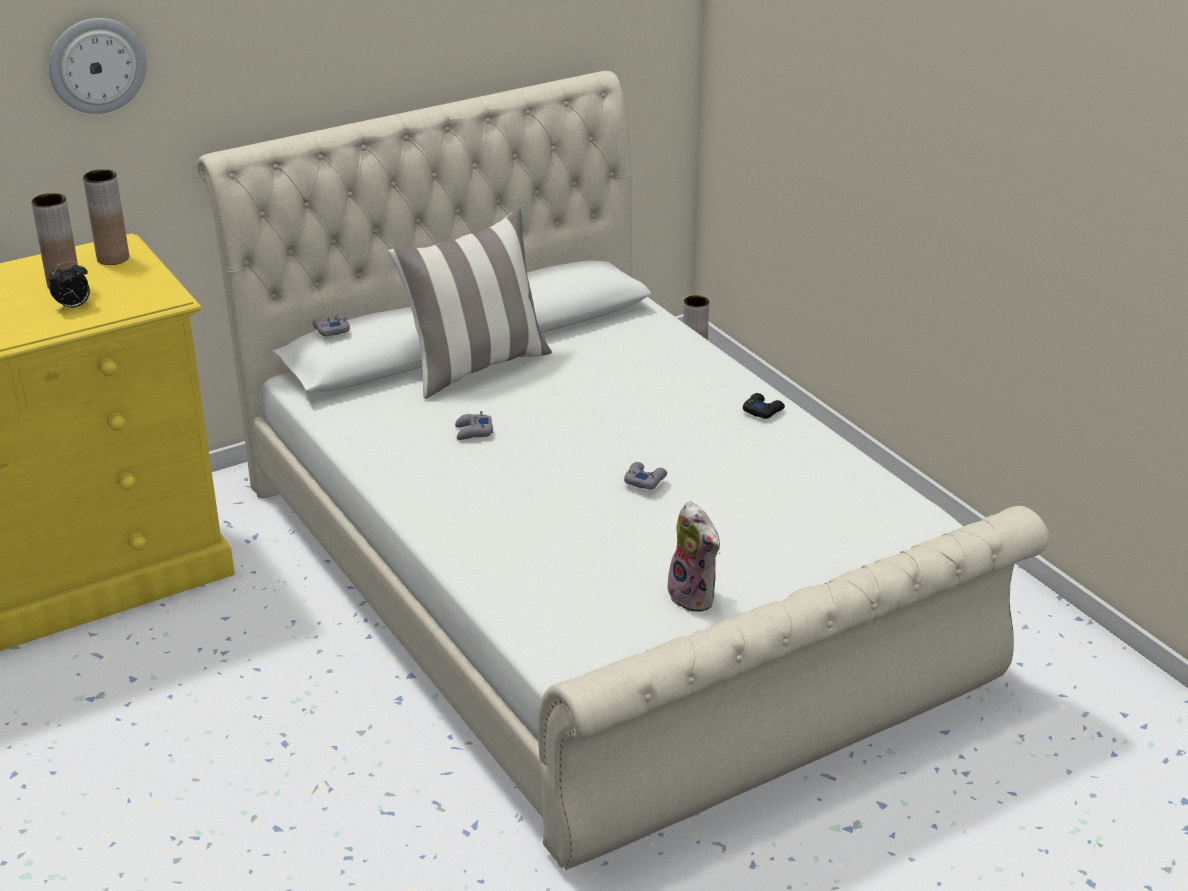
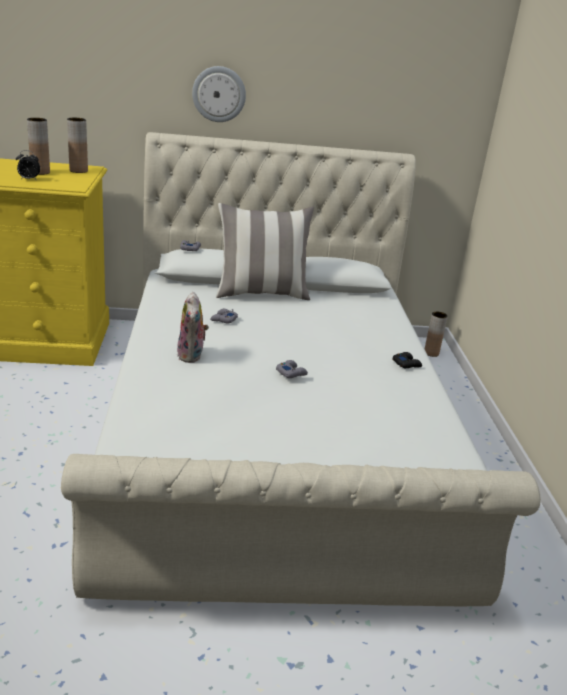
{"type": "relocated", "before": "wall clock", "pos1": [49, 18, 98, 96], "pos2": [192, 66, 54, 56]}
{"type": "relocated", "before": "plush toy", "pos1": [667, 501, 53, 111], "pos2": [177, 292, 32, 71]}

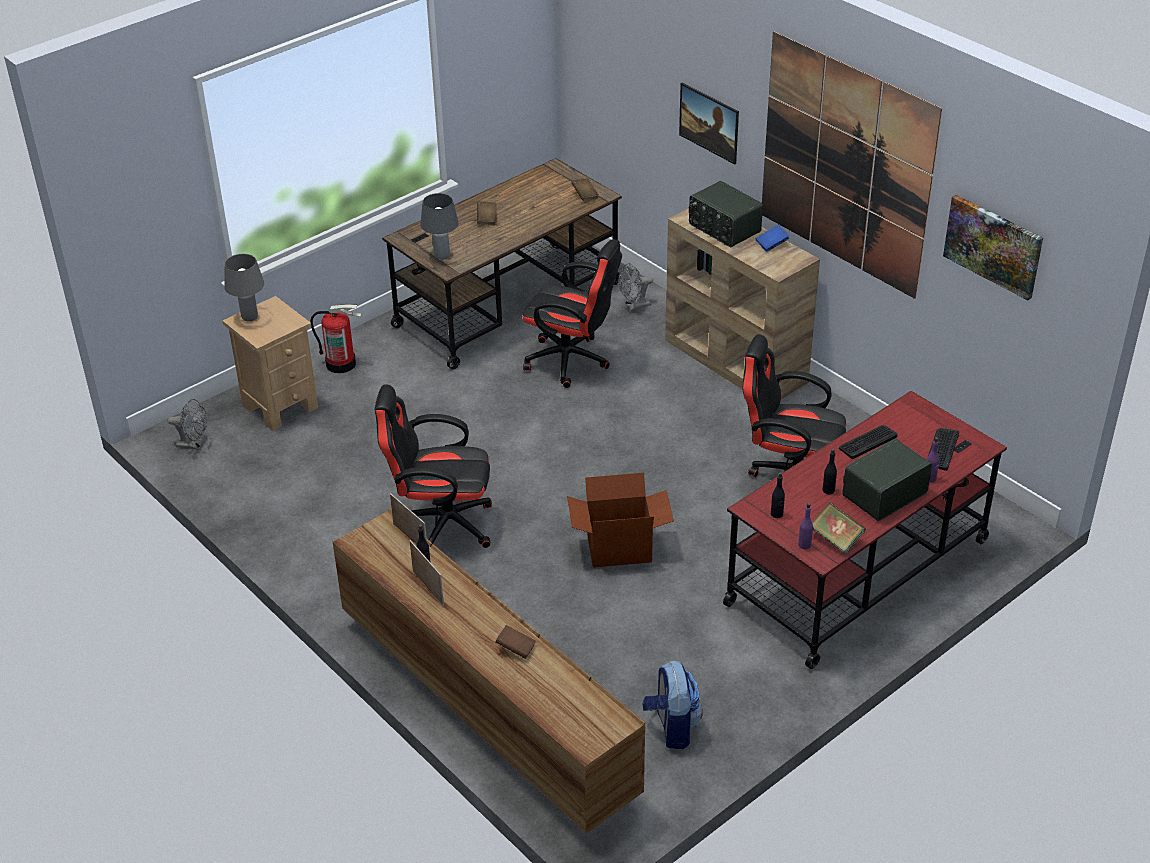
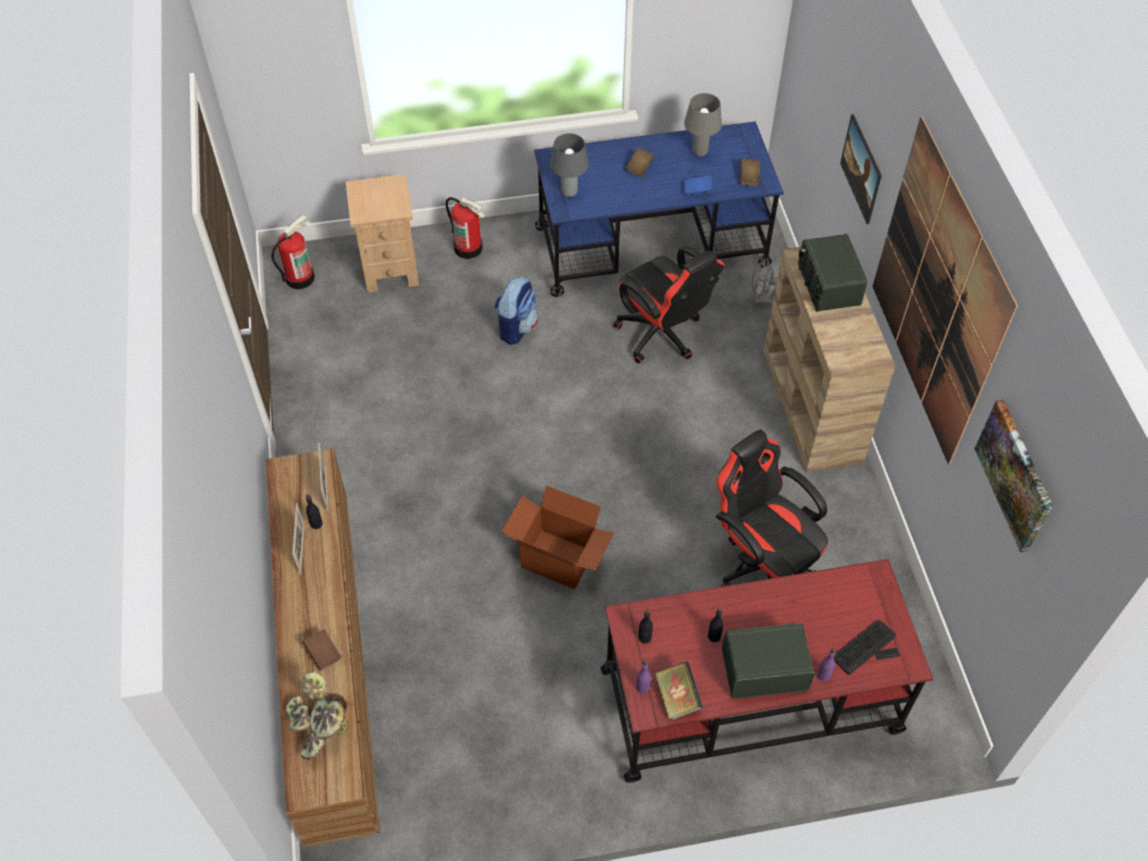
{"type": "exchanged", "before": "grey fan", "after": "fire extinguisher", "pos1": [168, 399, 39, 51], "pos2": [271, 215, 44, 74]}
{"type": "relocated", "before": "grey table lamp", "pos1": [224, 254, 40, 68], "pos2": [684, 93, 38, 64]}
{"type": "missing", "before": "black office chair", "pos1": [375, 384, 117, 164]}
{"type": "colour", "before": "brown desk", "after": "blue desk", "pos1": [382, 158, 240, 211], "pos2": [534, 121, 250, 176]}
{"type": "relocated", "before": "backpack", "pos1": [642, 661, 61, 88], "pos2": [494, 276, 44, 69]}
{"type": "relocated", "before": "blue book", "pos1": [755, 225, 34, 27], "pos2": [684, 175, 28, 22]}
{"type": "missing", "before": "keyboard", "pos1": [839, 425, 59, 34]}
{"type": "appeared", "after": "potted plant", "pos2": [286, 672, 63, 88]}

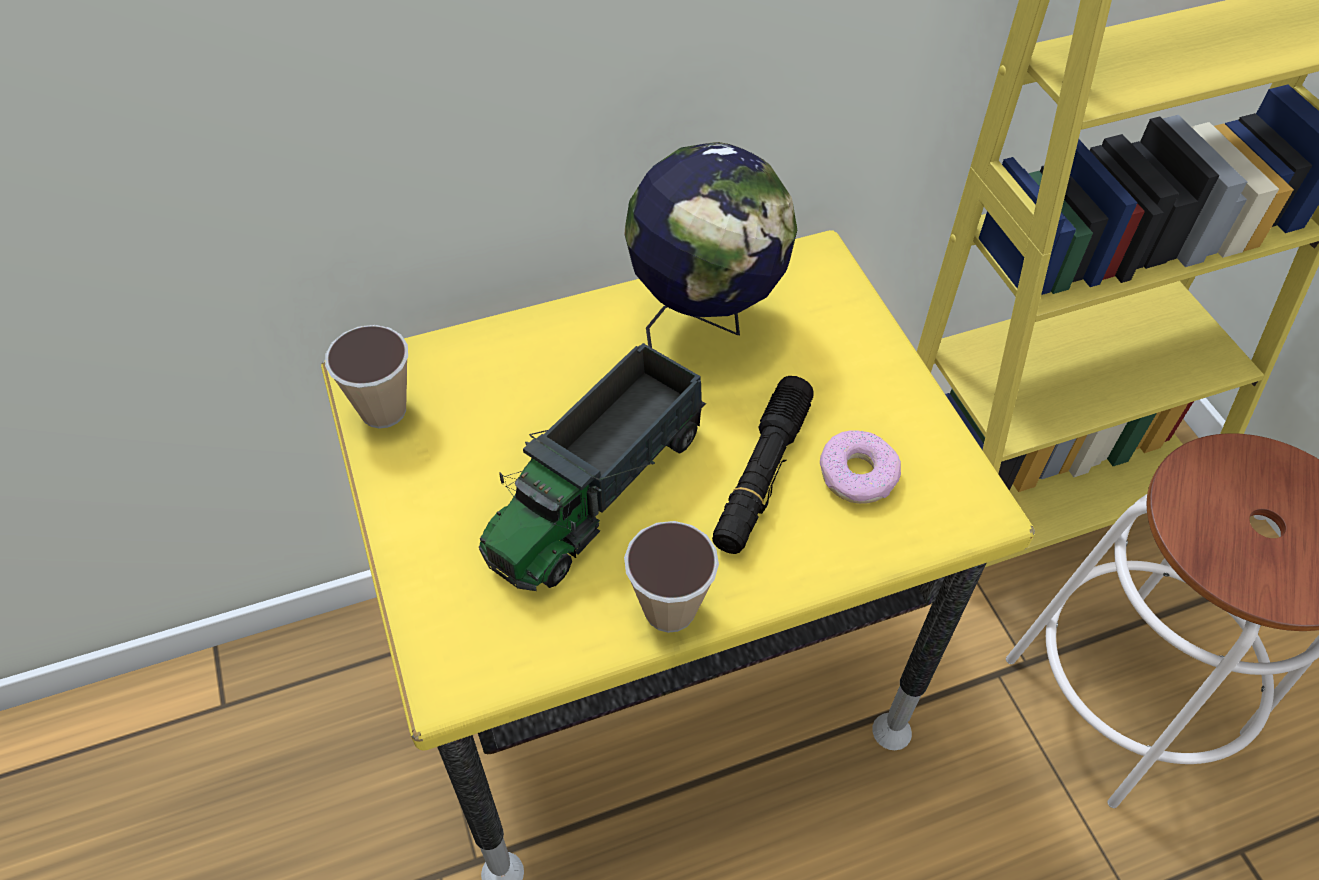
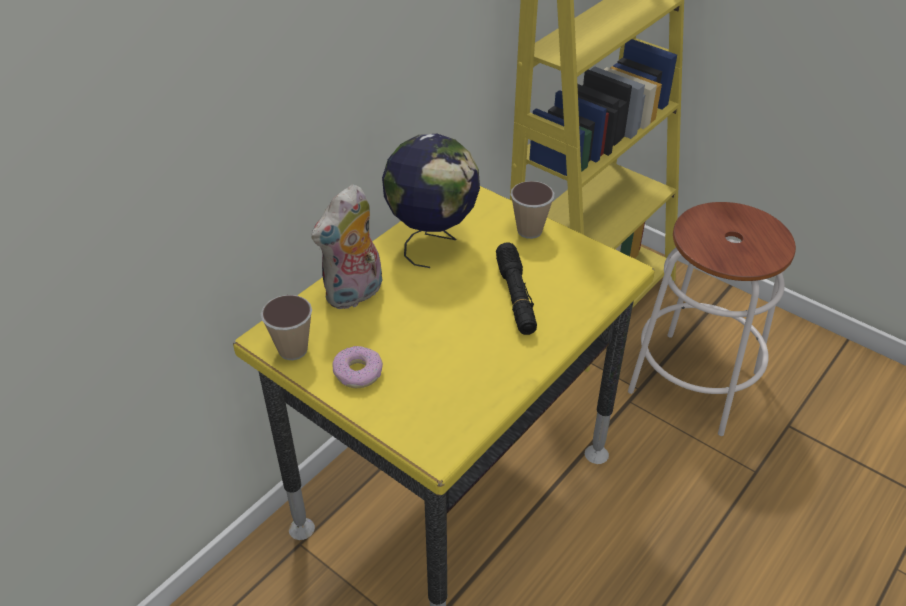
{"type": "missing", "before": "toy truck", "pos1": [479, 343, 227, 248]}
{"type": "relocated", "before": "cup", "pos1": [624, 521, 95, 112], "pos2": [511, 181, 43, 58]}
{"type": "relocated", "before": "donut", "pos1": [820, 430, 81, 74], "pos2": [333, 346, 50, 42]}
{"type": "appeared", "after": "plush toy", "pos2": [311, 184, 71, 126]}

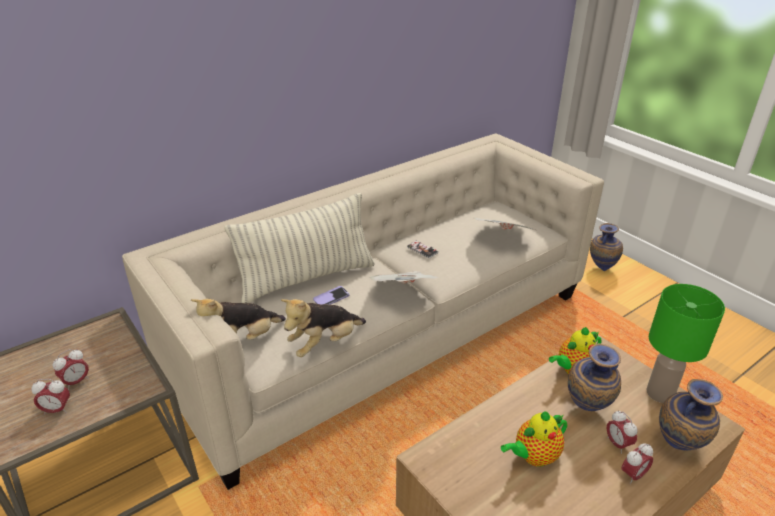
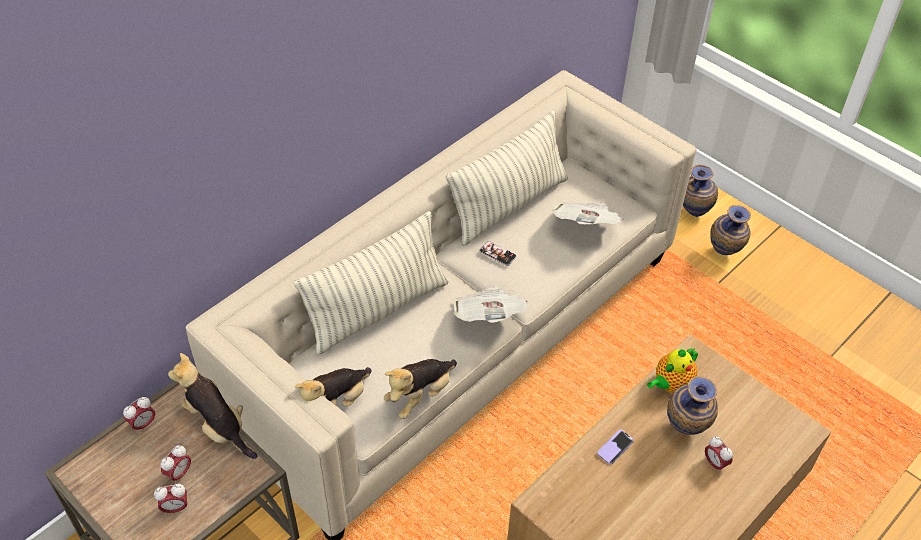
{"type": "relocated", "before": "phone", "pos1": [313, 286, 36, 19], "pos2": [597, 429, 37, 36]}
{"type": "missing", "before": "teapot", "pos1": [501, 411, 66, 56]}
{"type": "relocated", "before": "alarm clock", "pos1": [621, 443, 32, 41], "pos2": [123, 397, 32, 36]}
{"type": "missing", "before": "green table lamp", "pos1": [646, 284, 79, 119]}
{"type": "relocated", "before": "vase", "pos1": [659, 379, 64, 71], "pos2": [710, 205, 41, 50]}
{"type": "appeared", "after": "plush toy", "pos2": [168, 353, 90, 106]}
{"type": "appeared", "after": "pillow", "pos2": [446, 111, 122, 135]}

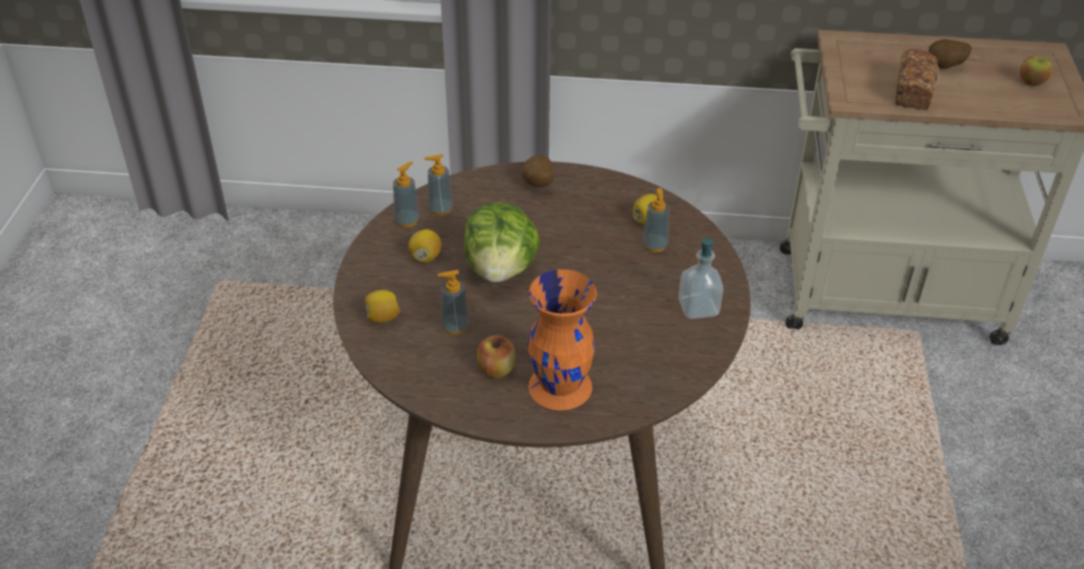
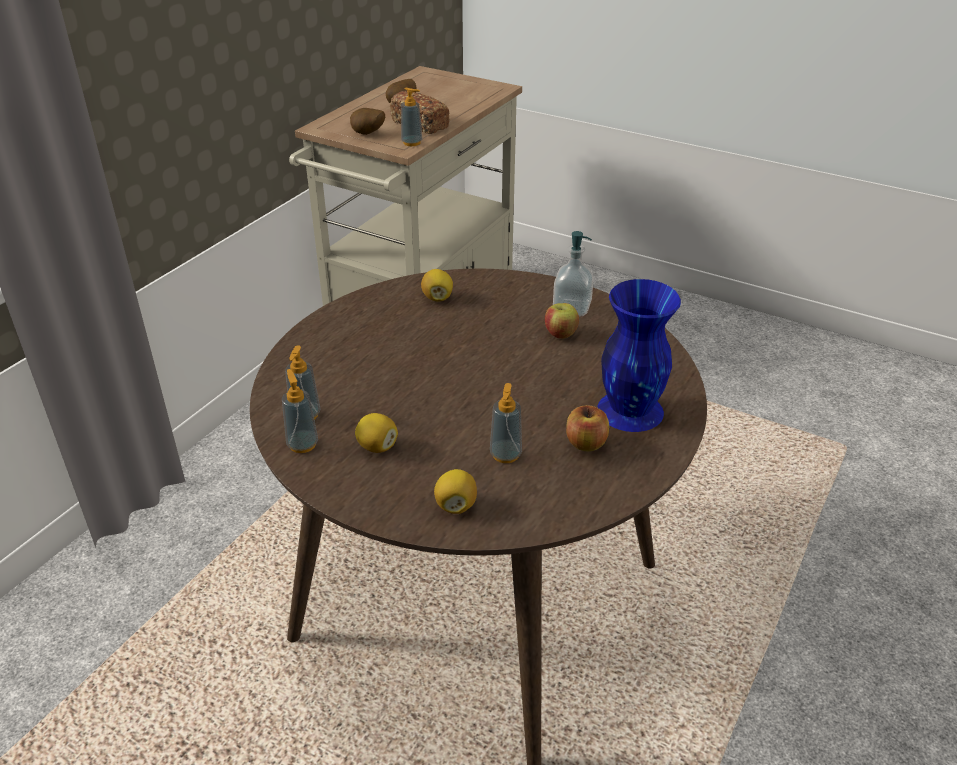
{"type": "missing", "before": "lettuce", "pos1": [464, 202, 76, 81]}
{"type": "relocated", "before": "potato", "pos1": [521, 155, 33, 32], "pos2": [350, 108, 35, 27]}
{"type": "colour", "before": "orange vase", "after": "blue vase", "pos1": [528, 269, 69, 141], "pos2": [597, 279, 84, 153]}
{"type": "relocated", "before": "soap dispenser", "pos1": [642, 188, 28, 64], "pos2": [401, 88, 21, 58]}
{"type": "relocated", "before": "apple", "pos1": [1020, 56, 33, 30], "pos2": [545, 303, 34, 36]}

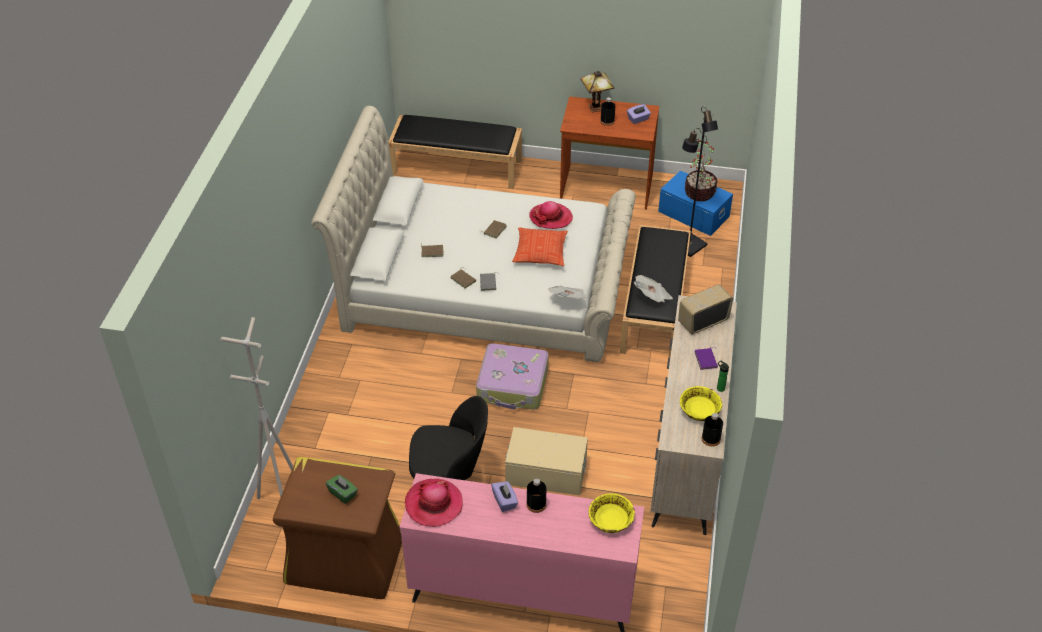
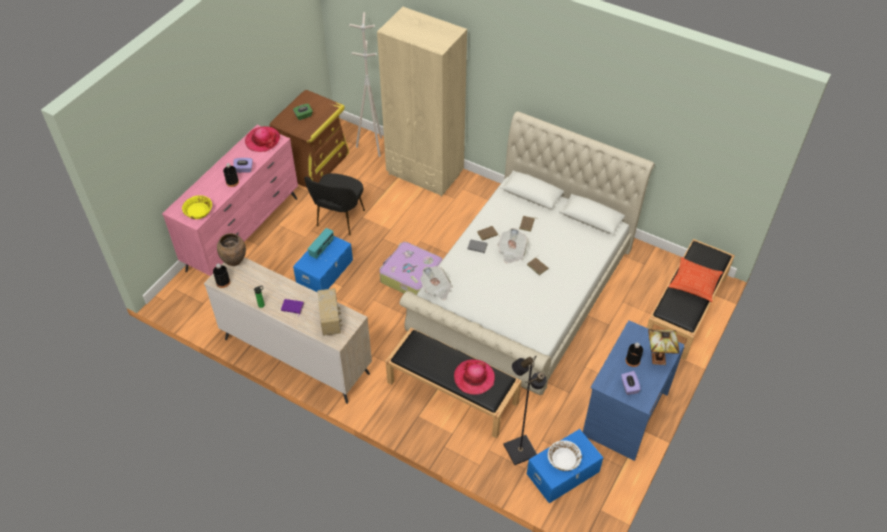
{"type": "colour", "before": "beige storage box", "after": "blue storage box", "pos1": [505, 427, 83, 68], "pos2": [293, 236, 60, 56]}
{"type": "relocated", "before": "orange pillow", "pos1": [512, 227, 56, 39], "pos2": [668, 257, 55, 45]}
{"type": "relocated", "before": "hat", "pos1": [529, 201, 44, 28], "pos2": [454, 359, 41, 36]}
{"type": "colour", "before": "brown desk", "after": "blue desk", "pos1": [560, 96, 99, 114], "pos2": [583, 320, 101, 141]}
{"type": "relocated", "before": "newspaper", "pos1": [634, 275, 39, 27], "pos2": [498, 228, 30, 36]}
{"type": "missing", "before": "yellow bowl", "pos1": [680, 386, 42, 35]}
{"type": "exchanged", "before": "potted plant", "after": "white bowl", "pos1": [685, 141, 32, 60], "pos2": [548, 440, 34, 31]}
{"type": "appeared", "after": "brown vase", "pos2": [217, 233, 29, 33]}
{"type": "appeared", "after": "radio", "pos2": [308, 228, 26, 31]}
{"type": "appeared", "after": "beige wardrobe", "pos2": [377, 7, 90, 190]}

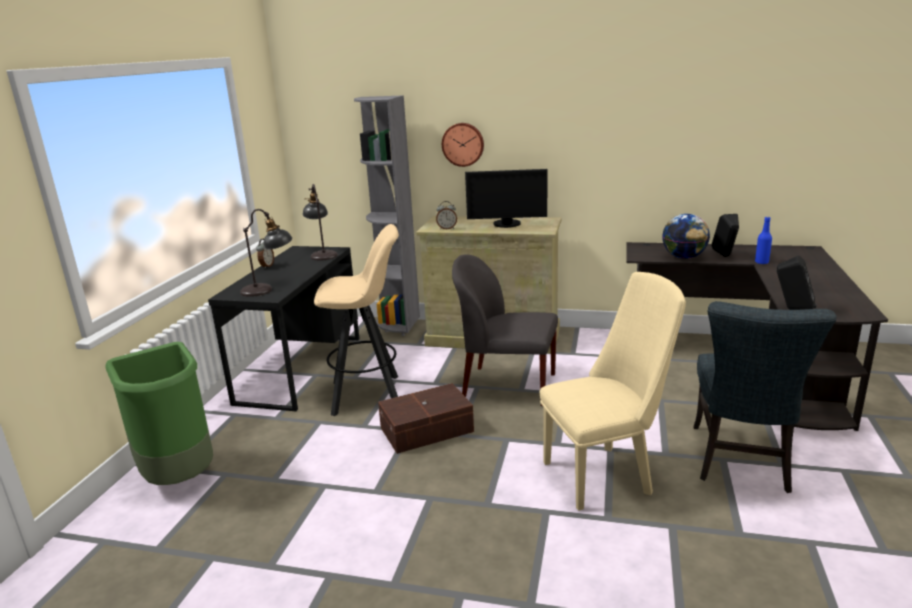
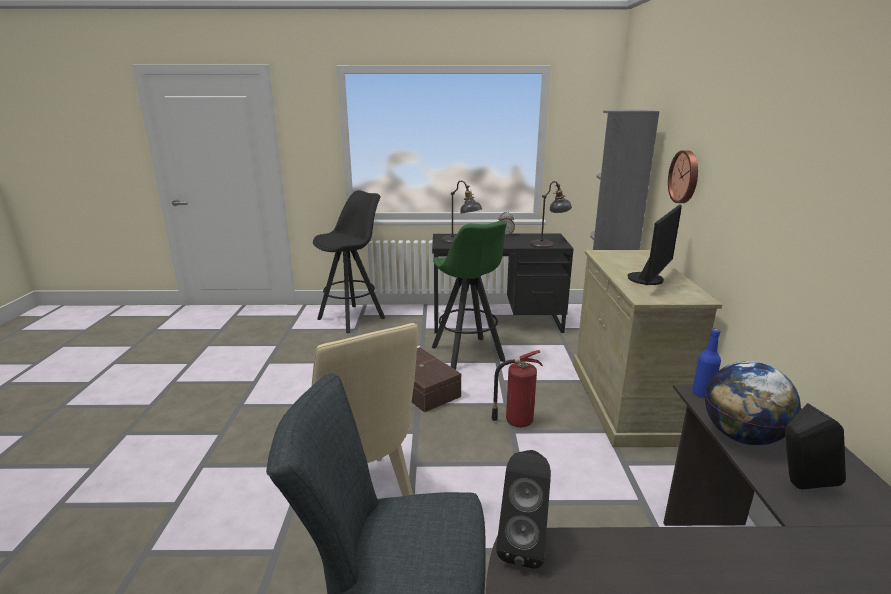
{"type": "exchanged", "before": "green trash can", "after": "black stool", "pos1": [105, 342, 108, 143], "pos2": [313, 190, 72, 143]}
{"type": "colour", "before": "beige stool", "after": "green stool", "pos1": [314, 224, 85, 192], "pos2": [432, 221, 74, 149]}
{"type": "missing", "before": "alarm clock", "pos1": [436, 201, 21, 29]}
{"type": "exchanged", "before": "grey chair", "after": "fire extinguisher", "pos1": [452, 254, 106, 152], "pos2": [491, 350, 52, 78]}
{"type": "spun", "before": "monitor", "pos1": [465, 169, 82, 59], "pos2": [627, 204, 55, 82], "turn": -135}
{"type": "relocated", "before": "blue bottle", "pos1": [755, 217, 17, 47], "pos2": [692, 328, 29, 70]}

